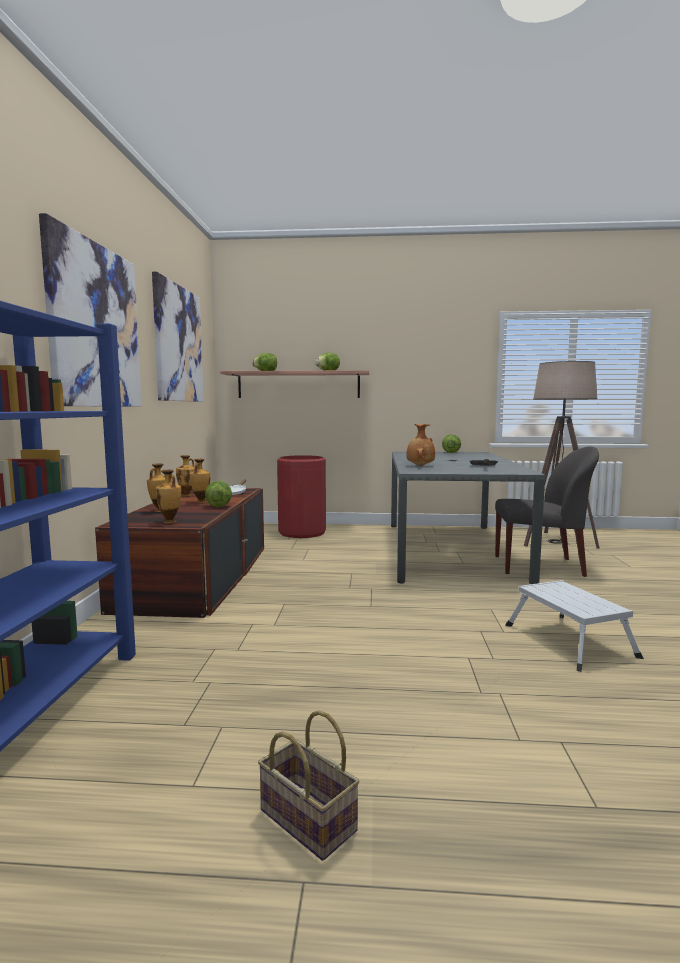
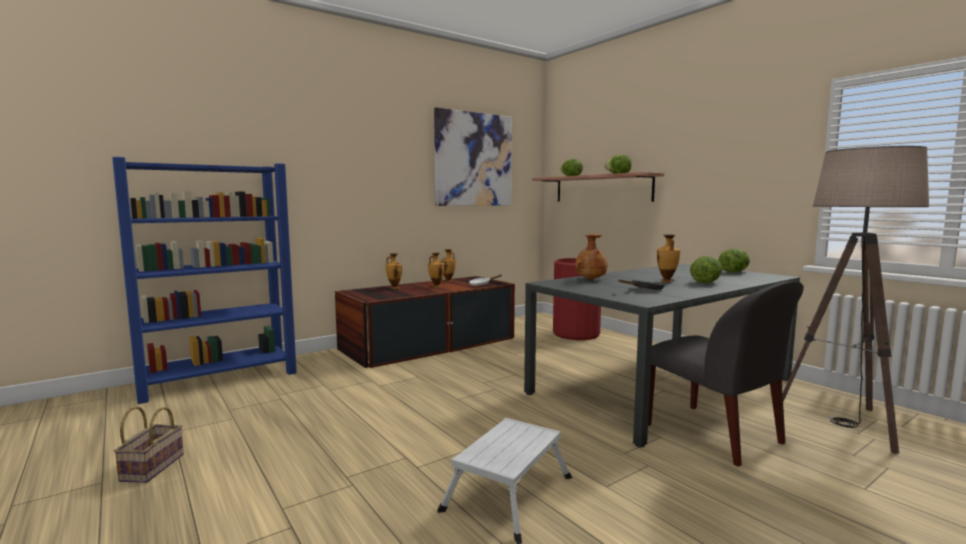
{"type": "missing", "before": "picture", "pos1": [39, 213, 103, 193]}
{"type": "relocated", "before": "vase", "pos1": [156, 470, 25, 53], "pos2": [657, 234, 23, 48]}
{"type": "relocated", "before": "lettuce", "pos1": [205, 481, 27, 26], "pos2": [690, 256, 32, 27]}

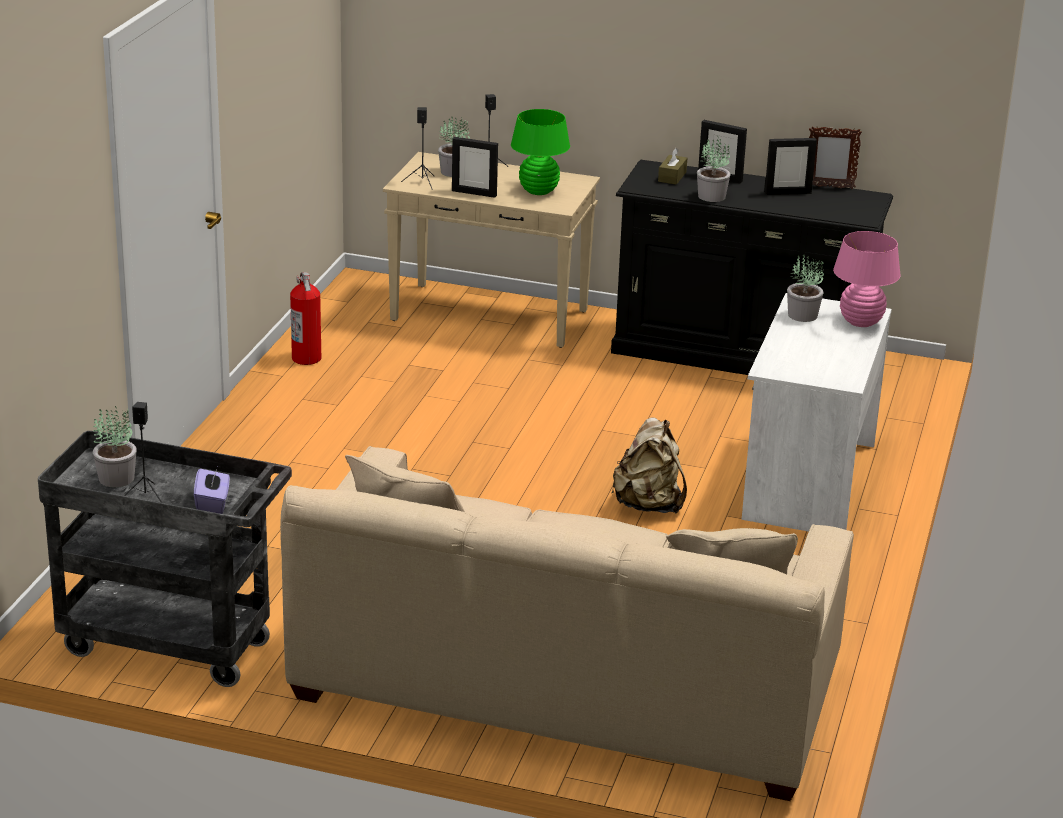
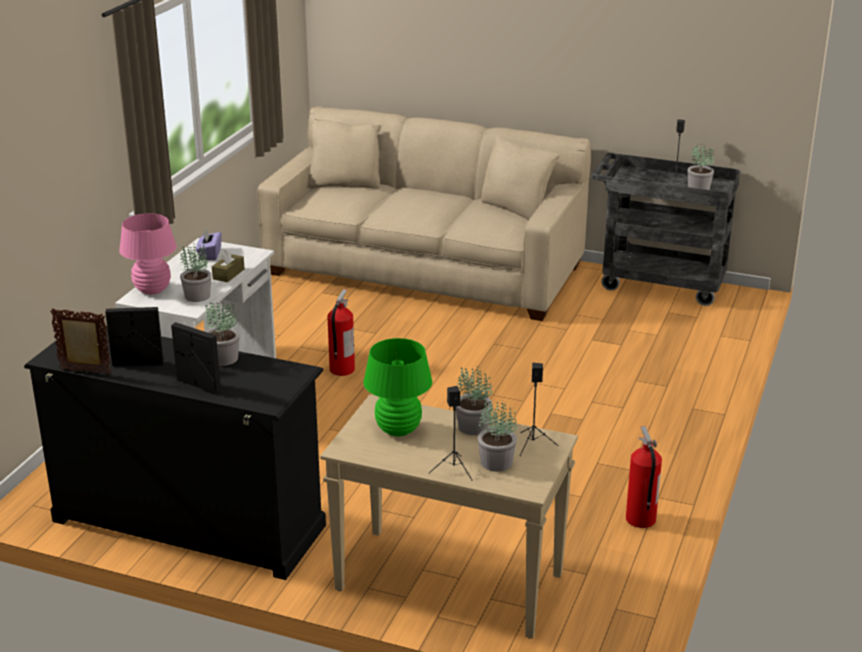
{"type": "relocated", "before": "purple tissue box", "pos1": [194, 467, 36, 47], "pos2": [196, 229, 26, 31]}
{"type": "exchanged", "before": "picture frame", "after": "potted plant", "pos1": [452, 137, 46, 61], "pos2": [456, 366, 36, 69]}
{"type": "exchanged", "before": "beige backpack", "after": "fire extinguisher", "pos1": [612, 418, 75, 95], "pos2": [327, 289, 28, 87]}
{"type": "relocated", "before": "brown tissue box", "pos1": [658, 148, 29, 37], "pos2": [212, 248, 33, 34]}

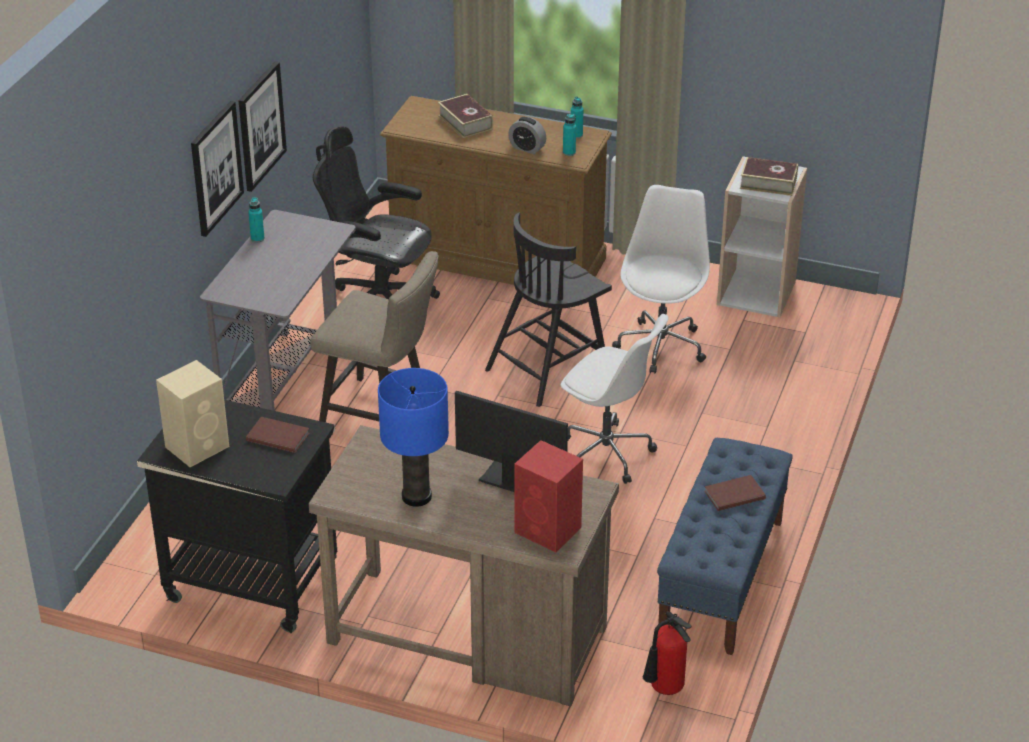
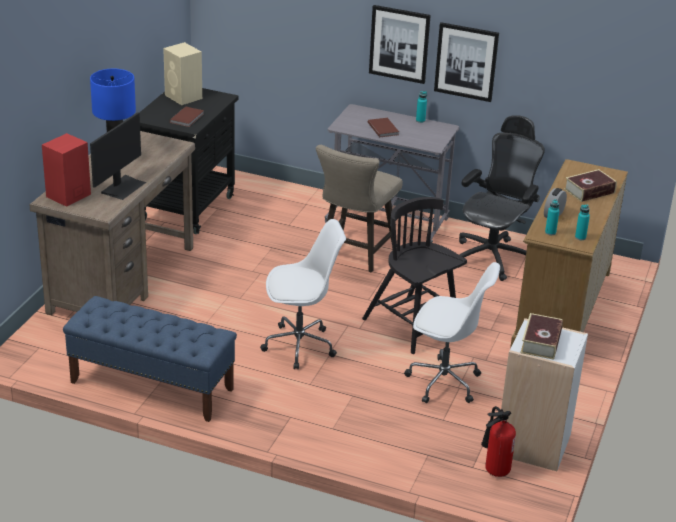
{"type": "spun", "before": "white office chair", "pos1": [561, 314, 108, 170], "pos2": [260, 219, 86, 150], "turn": -135}
{"type": "relocated", "before": "fire extinguisher", "pos1": [643, 611, 48, 84], "pos2": [481, 406, 35, 71]}
{"type": "relocated", "before": "brown book", "pos1": [704, 475, 62, 36], "pos2": [368, 118, 31, 19]}

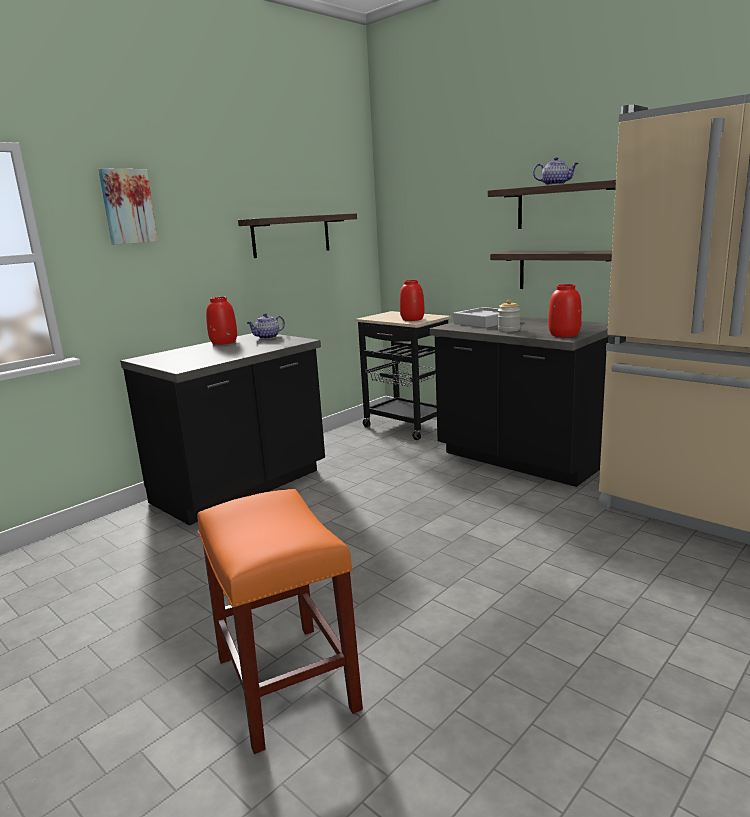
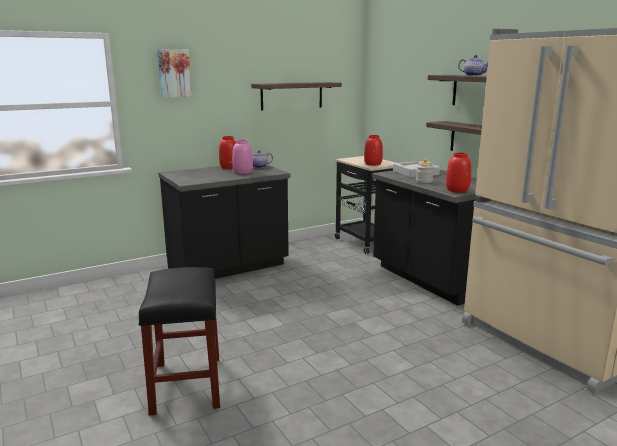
{"type": "colour", "before": "orange stool", "after": "black stool", "pos1": [198, 489, 165, 265], "pos2": [139, 267, 81, 149]}
{"type": "appeared", "after": "pink vase", "pos2": [232, 140, 21, 34]}

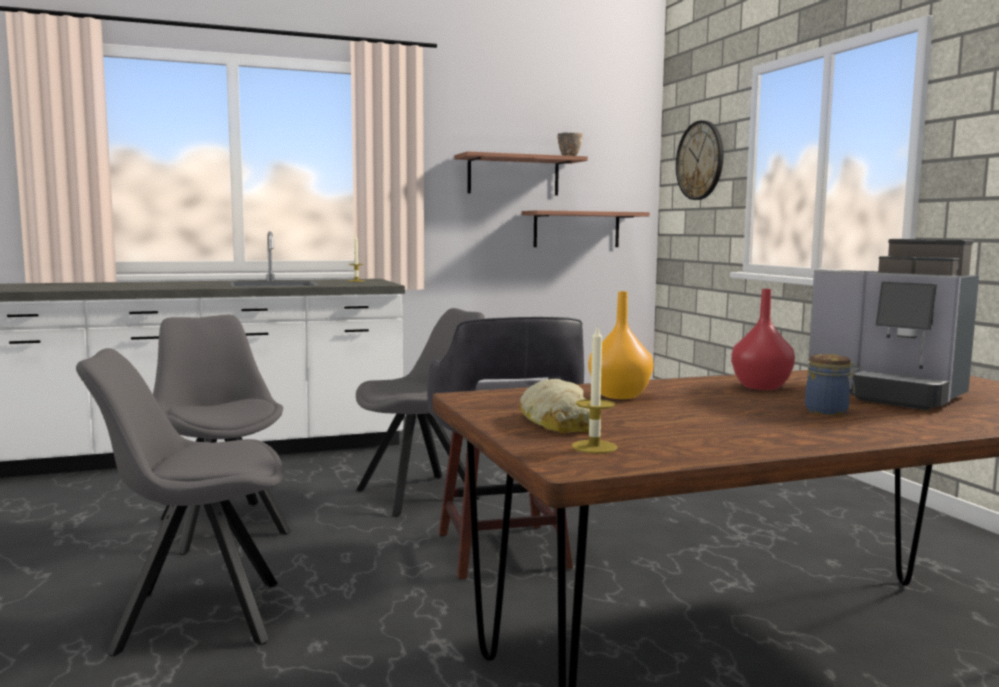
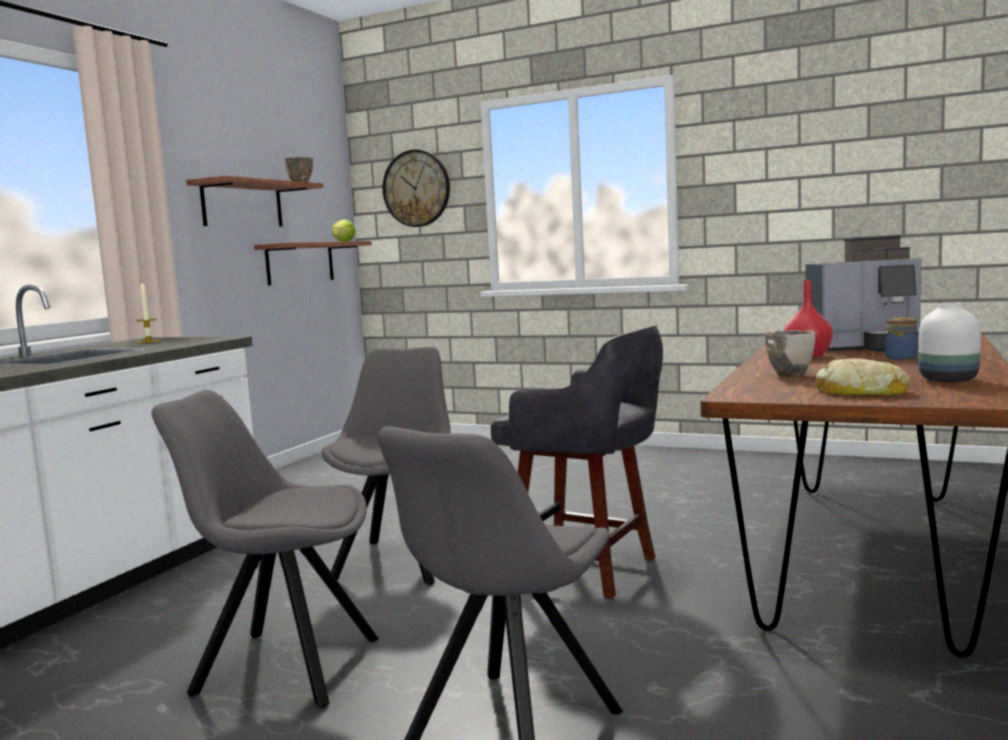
{"type": "missing", "before": "candle", "pos1": [571, 324, 46, 130]}
{"type": "exchanged", "before": "orange vase", "after": "bowl", "pos1": [588, 291, 66, 108], "pos2": [765, 330, 50, 47]}
{"type": "appeared", "after": "lettuce", "pos2": [332, 219, 24, 23]}
{"type": "appeared", "after": "white vase", "pos2": [918, 303, 63, 79]}

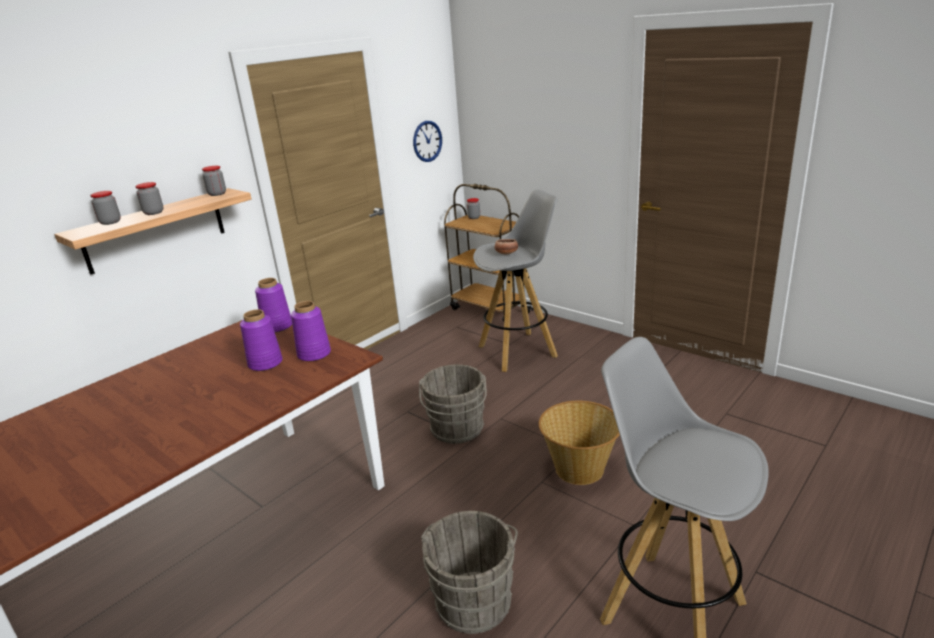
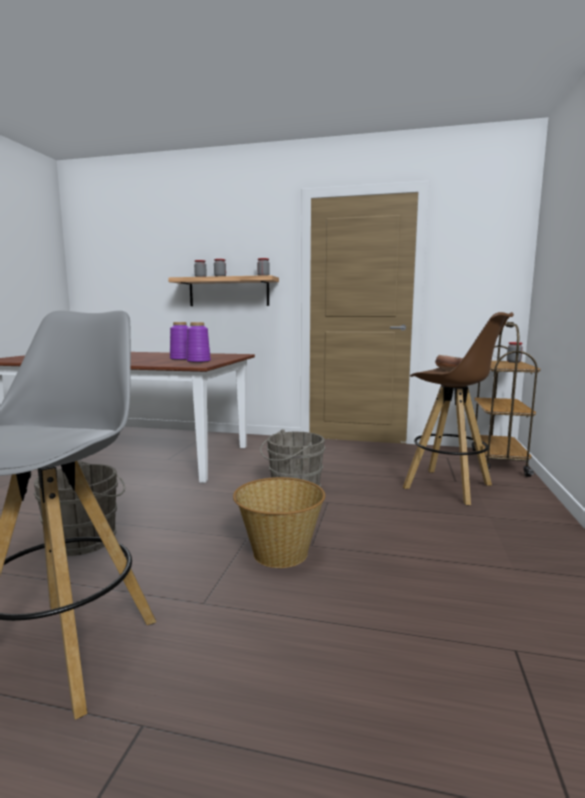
{"type": "missing", "before": "purple vase", "pos1": [255, 278, 37, 55]}
{"type": "missing", "before": "wall clock", "pos1": [413, 121, 29, 41]}
{"type": "colour", "before": "grey stool", "after": "brown stool", "pos1": [473, 190, 85, 182], "pos2": [403, 312, 111, 194]}

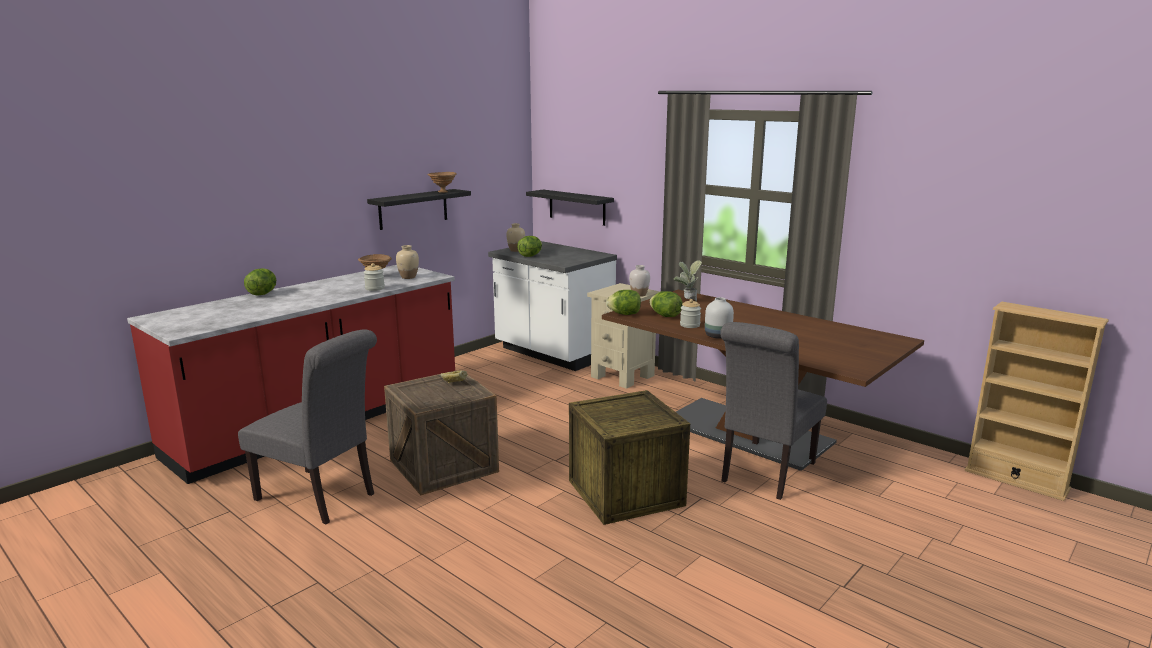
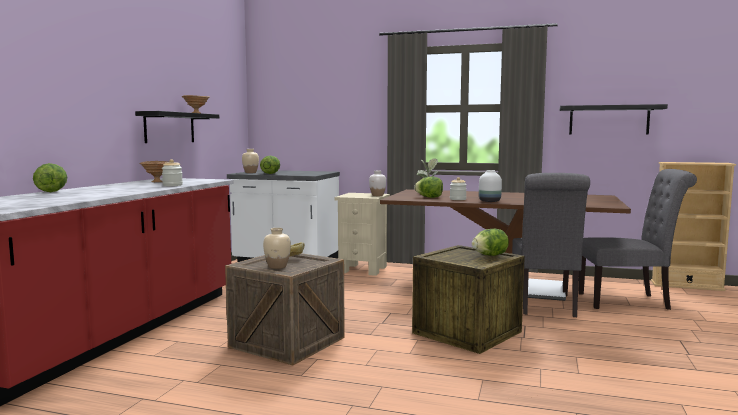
{"type": "relocated", "before": "grey chair", "pos1": [238, 329, 139, 195], "pos2": [578, 169, 119, 141]}
{"type": "relocated", "before": "beige vase", "pos1": [396, 245, 23, 34], "pos2": [263, 228, 28, 41]}
{"type": "relocated", "before": "black shelf", "pos1": [526, 190, 88, 36], "pos2": [560, 104, 108, 30]}
{"type": "relocated", "before": "lettuce", "pos1": [606, 290, 35, 25], "pos2": [472, 229, 37, 27]}

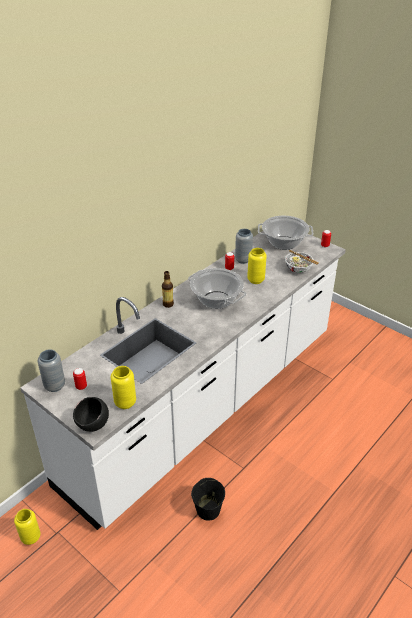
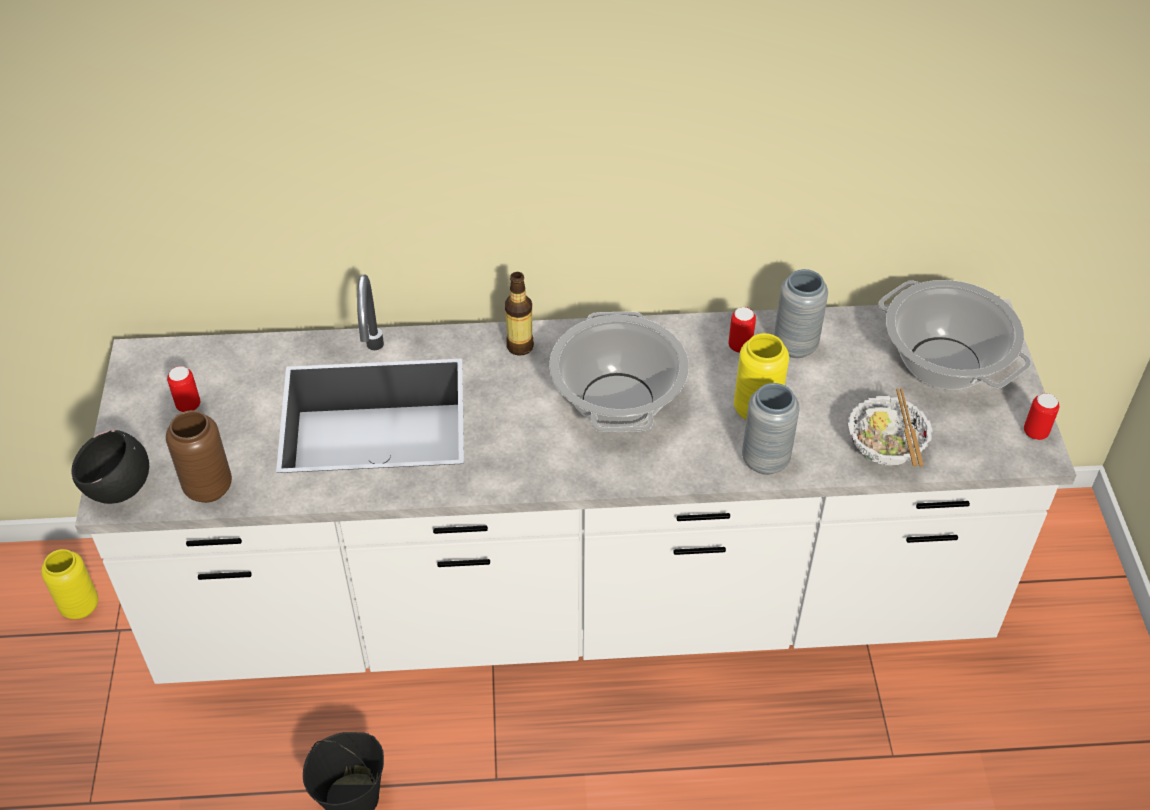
{"type": "relocated", "before": "grey vase", "pos1": [38, 349, 27, 43], "pos2": [742, 383, 58, 92]}
{"type": "colour", "before": "yellow vase", "after": "brown vase", "pos1": [111, 366, 25, 43], "pos2": [166, 410, 66, 93]}

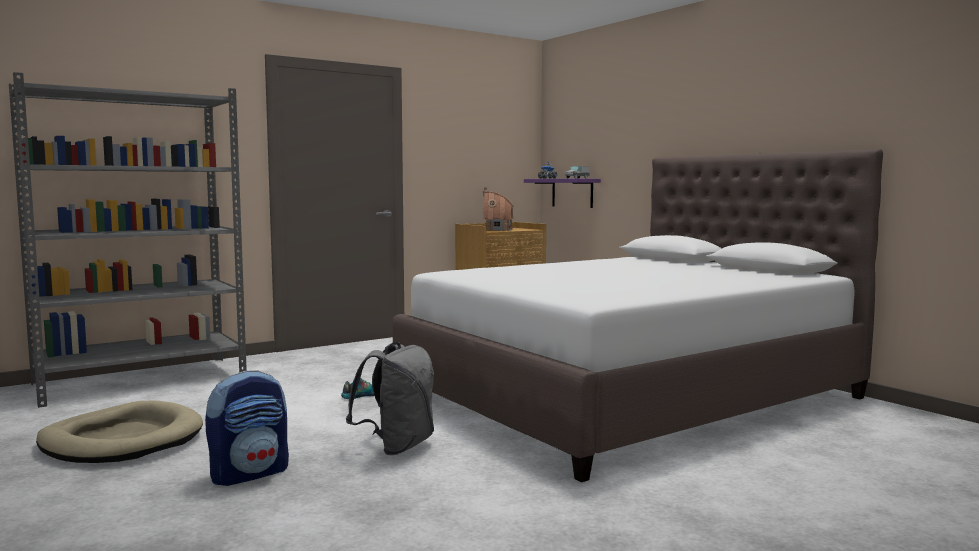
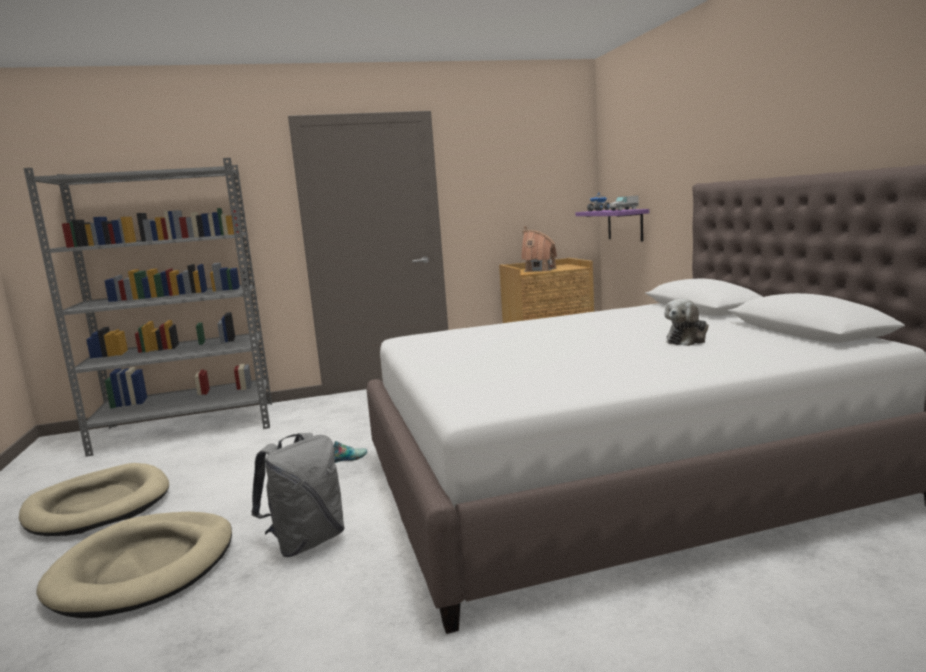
{"type": "exchanged", "before": "backpack", "after": "beige dog bed", "pos1": [205, 370, 84, 116], "pos2": [36, 512, 196, 106]}
{"type": "appeared", "after": "plush toy", "pos2": [664, 299, 45, 47]}

